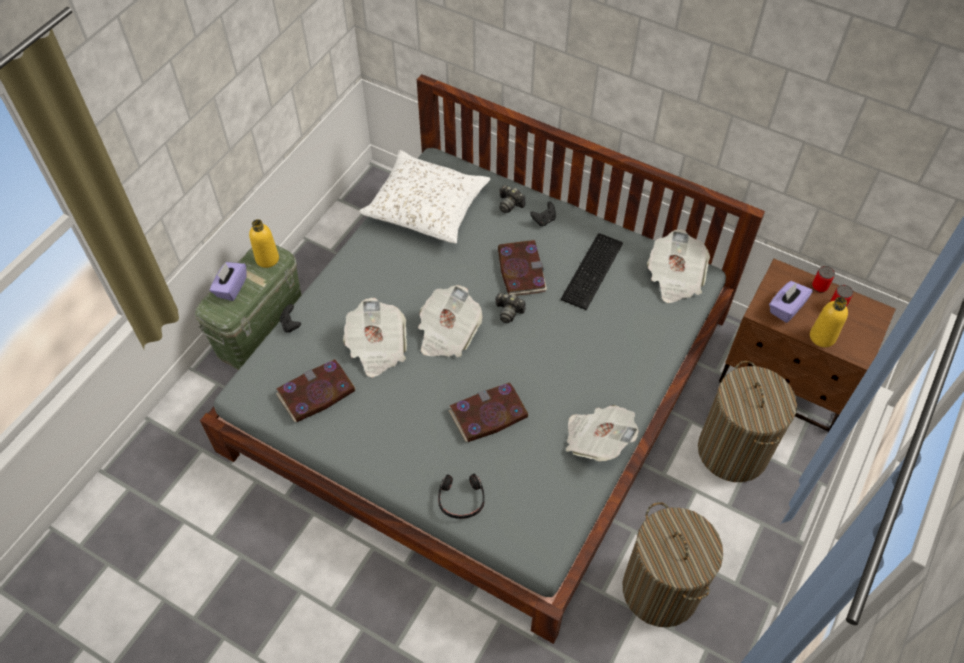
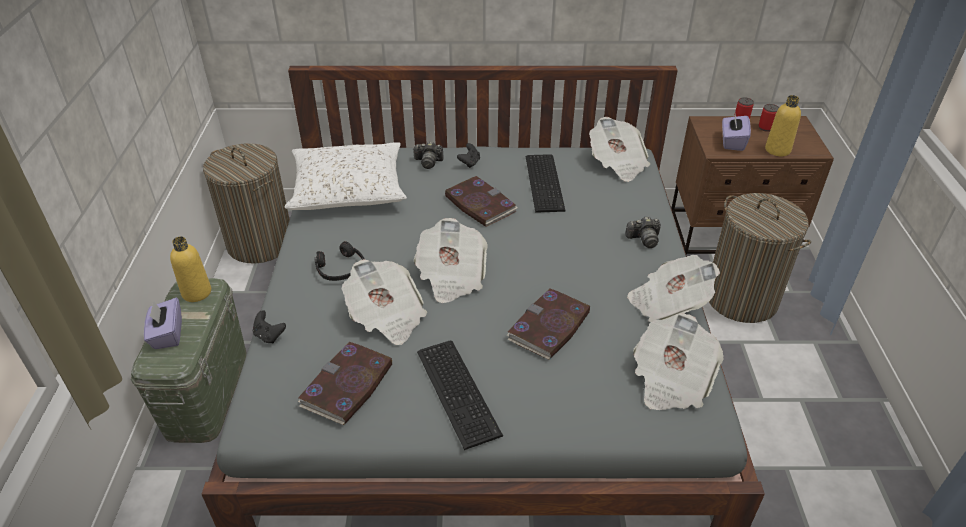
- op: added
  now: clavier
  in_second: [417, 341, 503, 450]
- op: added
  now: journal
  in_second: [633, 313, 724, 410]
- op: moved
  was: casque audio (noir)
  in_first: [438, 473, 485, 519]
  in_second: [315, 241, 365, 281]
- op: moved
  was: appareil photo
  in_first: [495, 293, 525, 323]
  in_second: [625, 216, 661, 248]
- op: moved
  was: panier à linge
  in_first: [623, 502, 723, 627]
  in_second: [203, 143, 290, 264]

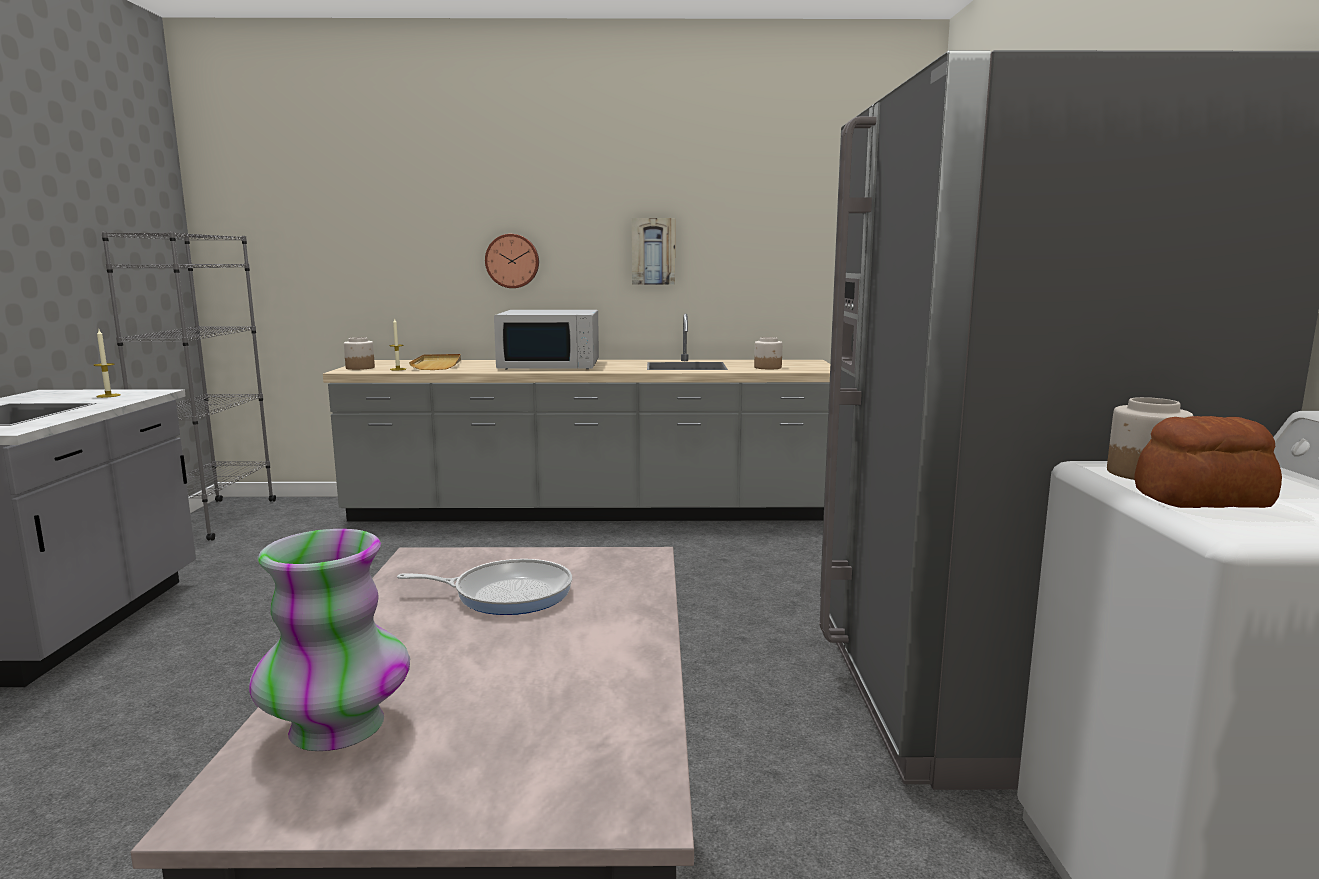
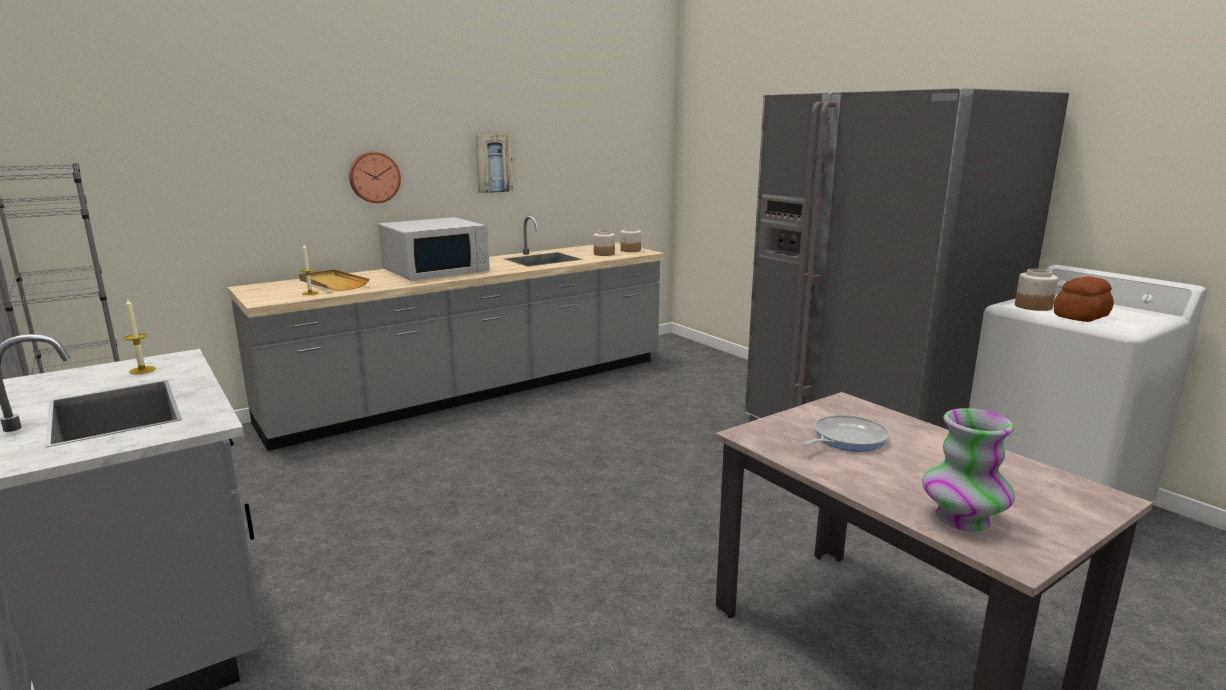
- op: moved
  was: bocal
  in_first: [344, 337, 375, 370]
  in_second: [620, 227, 641, 252]

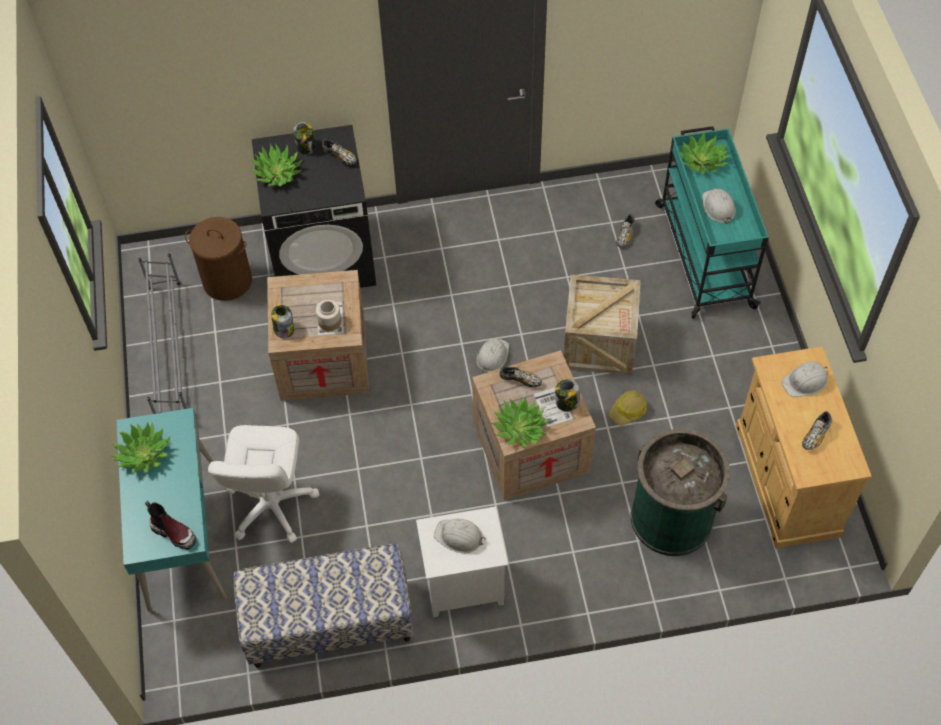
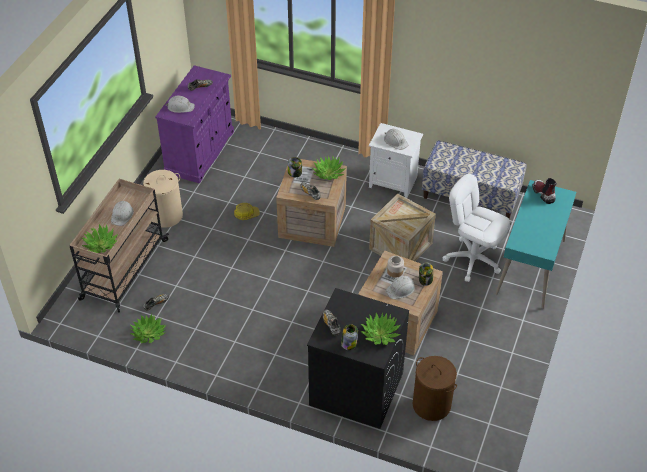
- op: removed
  was: étagère à chaussures (gris)
  in_first: [138, 253, 187, 414]
- op: removed
  was: poubelle (vert)
  in_first: [631, 429, 730, 556]
- op: added
  now: panier à linge (beige)
  in_second: [143, 170, 183, 228]
- op: moved
  was: plante en pot
  in_first: [112, 422, 170, 474]
  in_second: [129, 314, 166, 343]
- op: moved
  was: casque de chantier (blanc)
  in_first: [476, 338, 509, 373]
  in_second: [386, 276, 415, 299]
- op: moved
  was: caisse
  in_first: [564, 275, 641, 375]
  in_second: [369, 194, 436, 261]
- op: recoloured
  was: chariot (turquoise)
  now: chariot (beige)
  in_first: [655, 126, 769, 319]
  in_second: [69, 179, 169, 313]
- op: recoloured
  was: meuble de rangement (beige)
  now: meuble de rangement (violet)
  in_first: [736, 346, 872, 548]
  in_second: [155, 65, 234, 183]
- op: turned
  was: chaise de bureau (blanc)
  in_first: [208, 425, 320, 543]
  in_second: [442, 174, 510, 282]
  clockwise: -90

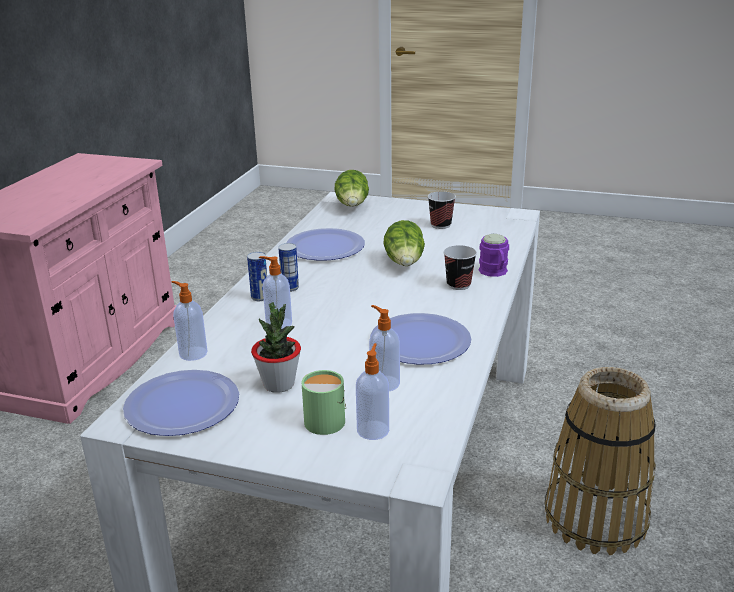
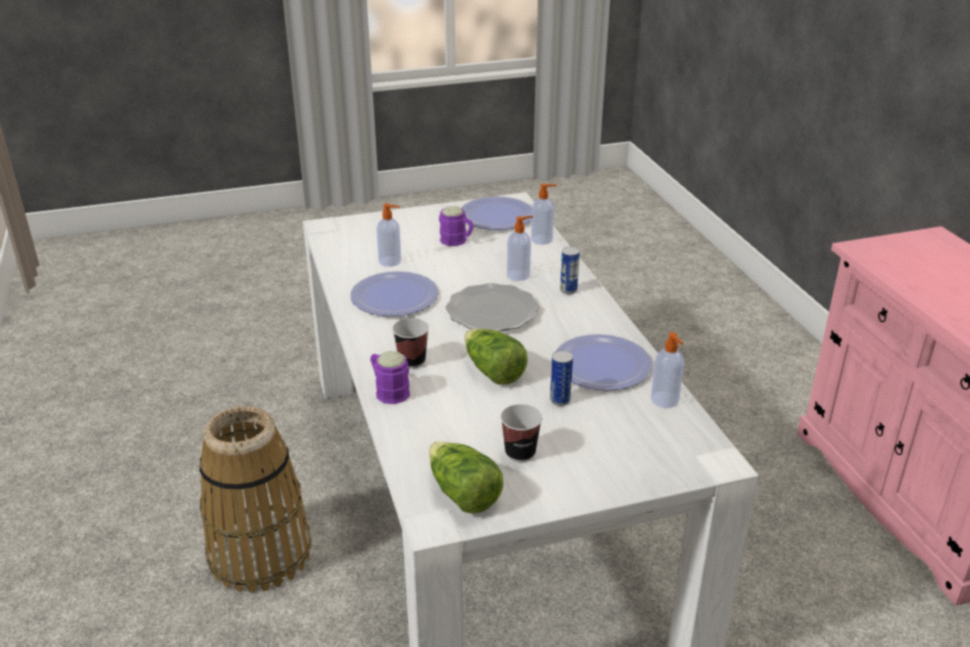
- op: removed
  was: mug (vert)
  in_first: [302, 370, 346, 435]
- op: added
  now: assiette
  in_second: [446, 283, 539, 331]
- op: moved
  was: boîte métallique
  in_first: [278, 243, 299, 292]
  in_second: [550, 350, 573, 406]
- op: moved
  was: laitue
  in_first: [334, 170, 369, 207]
  in_second: [429, 442, 503, 513]
- op: moved
  was: distributeur de savon
  in_first: [356, 343, 389, 440]
  in_second: [651, 332, 684, 408]
- op: replaced
  was: plante en pot
  now: mug (violet)
  in_first: [251, 302, 301, 393]
  in_second: [439, 206, 474, 246]

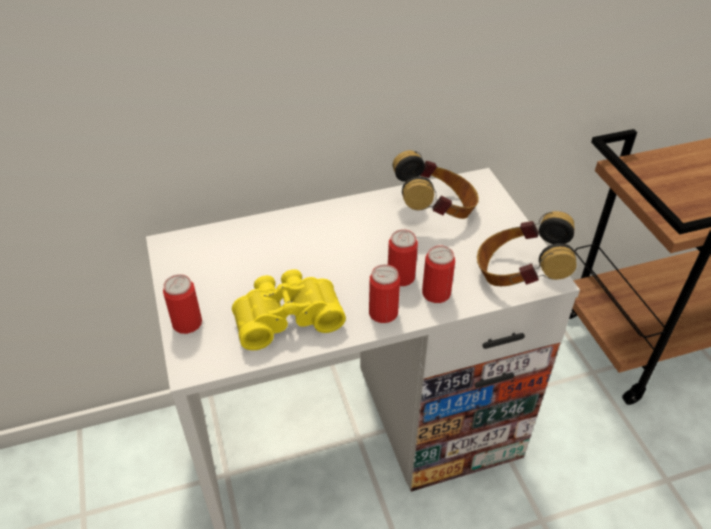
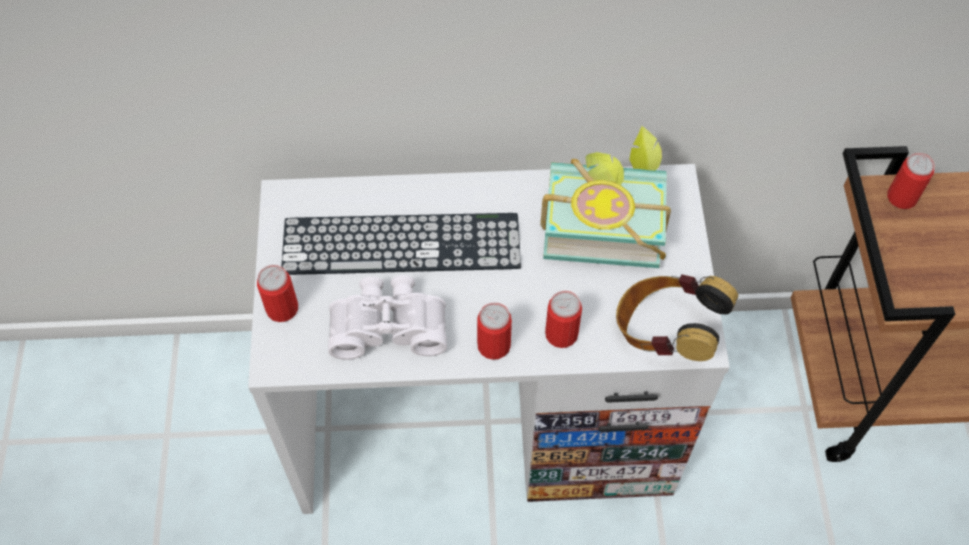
- op: added
  now: clavier
  in_second: [281, 213, 521, 275]
- op: moved
  was: boîte métallique
  in_first: [388, 229, 418, 286]
  in_second: [887, 153, 935, 209]
- op: replaced
  was: casque audio
  now: livre
  in_first: [393, 150, 479, 219]
  in_second: [540, 126, 671, 268]
- op: recoloured
  was: jumelles (jaune)
  now: jumelles (blanc)
  in_first: [232, 269, 346, 350]
  in_second: [328, 275, 447, 360]

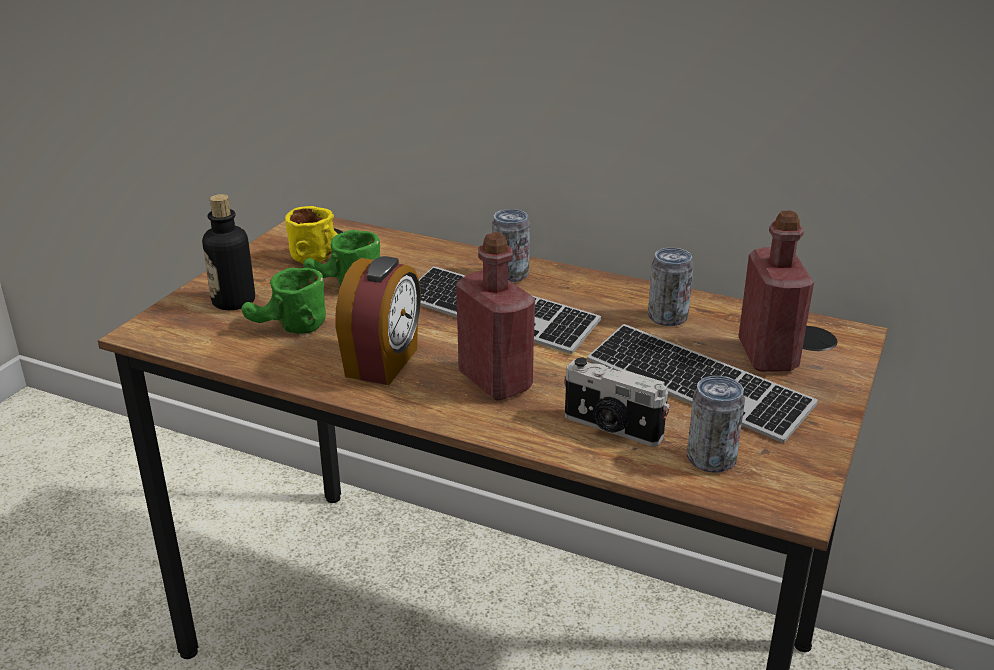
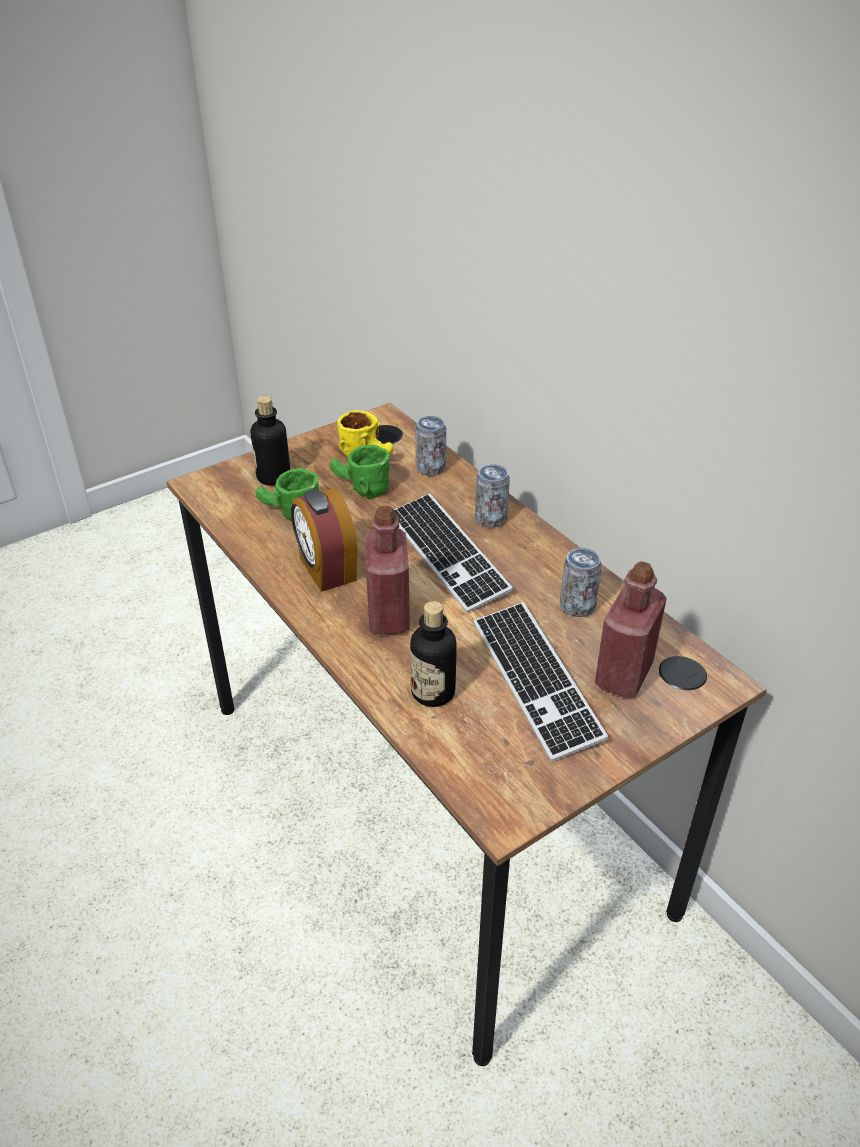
- op: moved
  was: boîte métallique
  in_first: [687, 376, 745, 473]
  in_second: [415, 416, 446, 476]
- op: replaced
  was: appareil photo
  now: bouteille
  in_first: [564, 357, 670, 446]
  in_second: [410, 601, 457, 707]
- op: turned
  was: réveil
  in_first: [335, 256, 421, 385]
  in_second: [291, 488, 358, 592]
  clockwise: 105

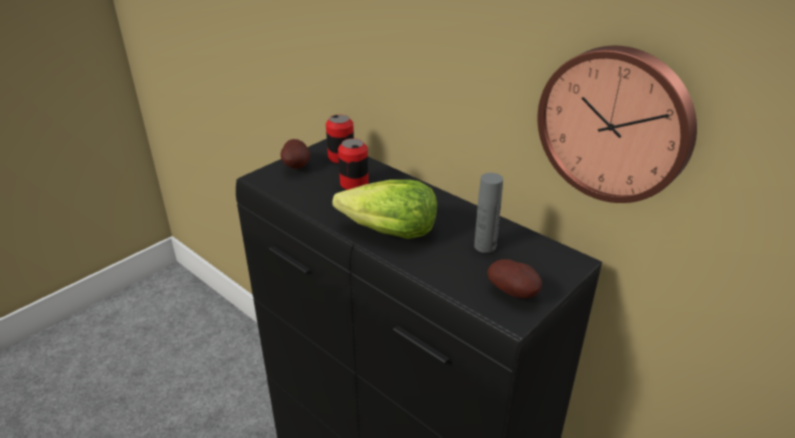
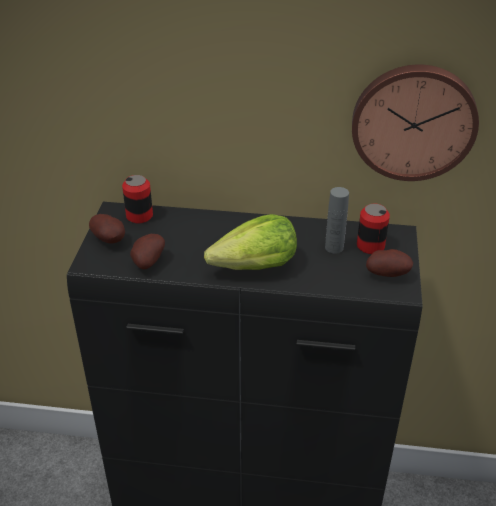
- op: added
  now: pomme de terre
  in_second: [130, 234, 165, 269]
- op: moved
  was: boîte métallique
  in_first: [338, 138, 369, 190]
  in_second: [357, 204, 390, 254]

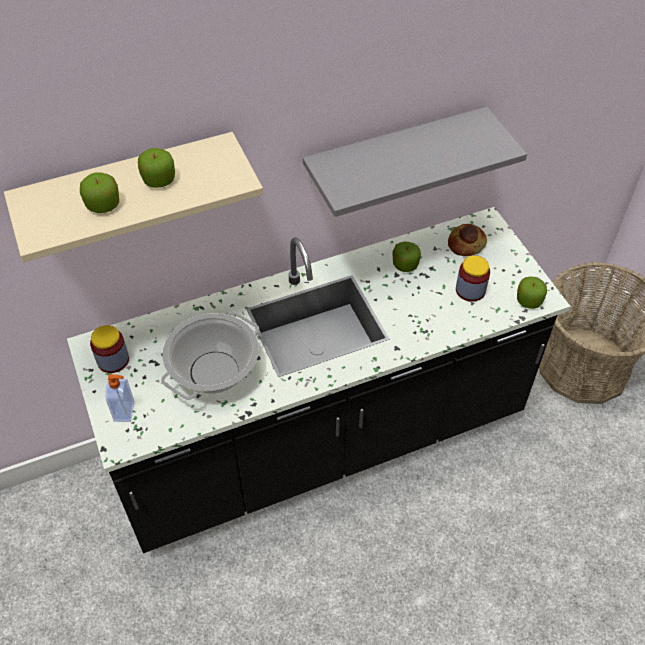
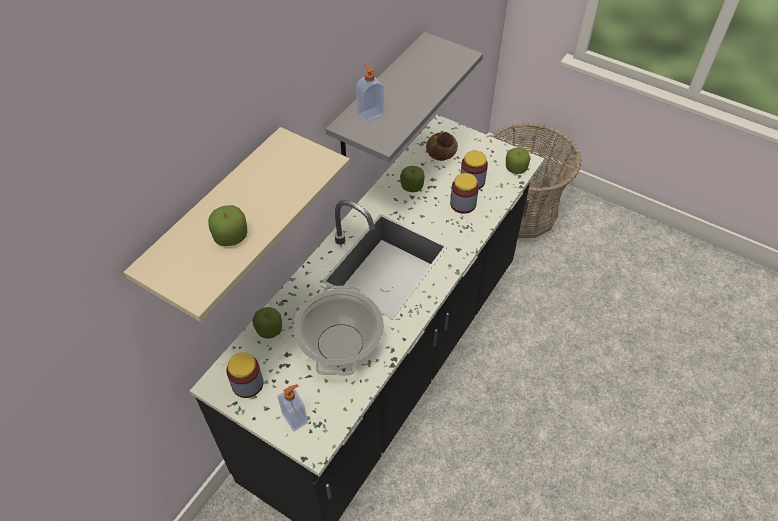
- op: added
  now: distributeur de savon
  in_second: [356, 64, 384, 122]
- op: added
  now: bocal
  in_second: [450, 173, 479, 214]
- op: moved
  was: pomme
  in_first: [138, 148, 175, 188]
  in_second: [252, 307, 282, 339]

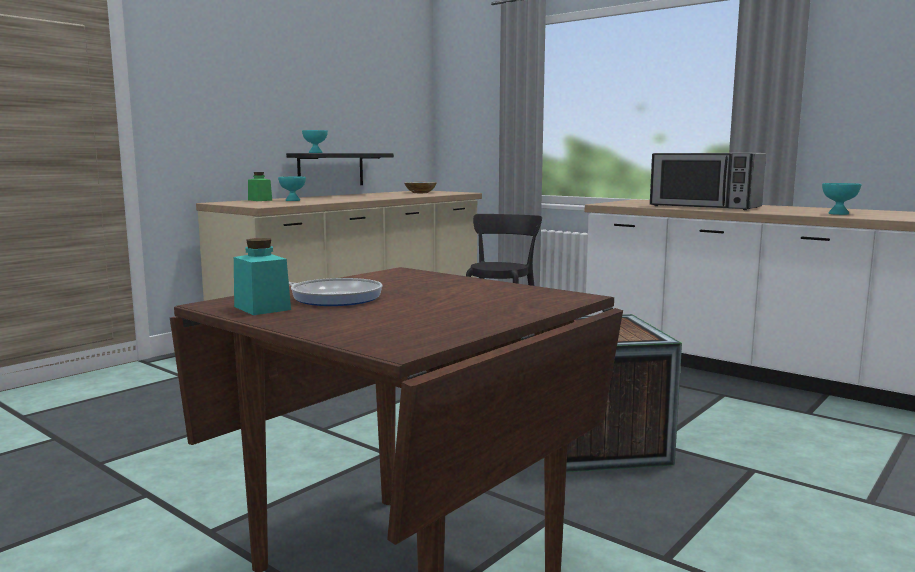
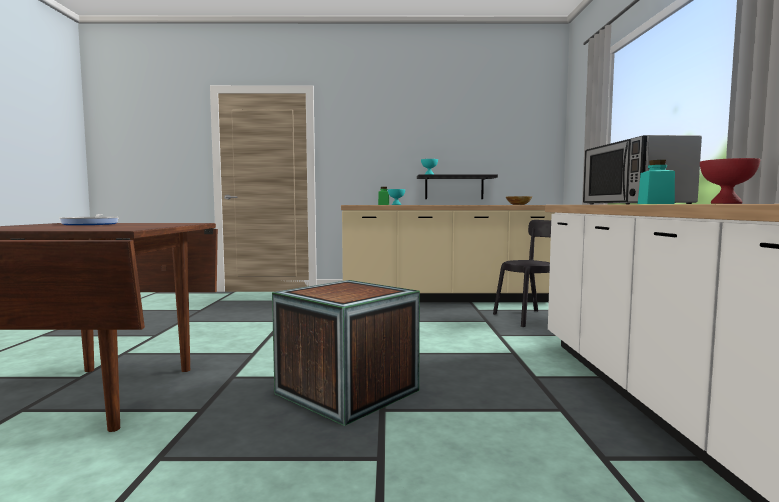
- op: moved
  was: bocal (turquoise)
  in_first: [234, 238, 291, 315]
  in_second: [638, 160, 675, 204]
- op: recoloured
  was: bol (turquoise)
  now: bol (rouge)
  in_first: [822, 183, 861, 215]
  in_second: [700, 158, 760, 204]

